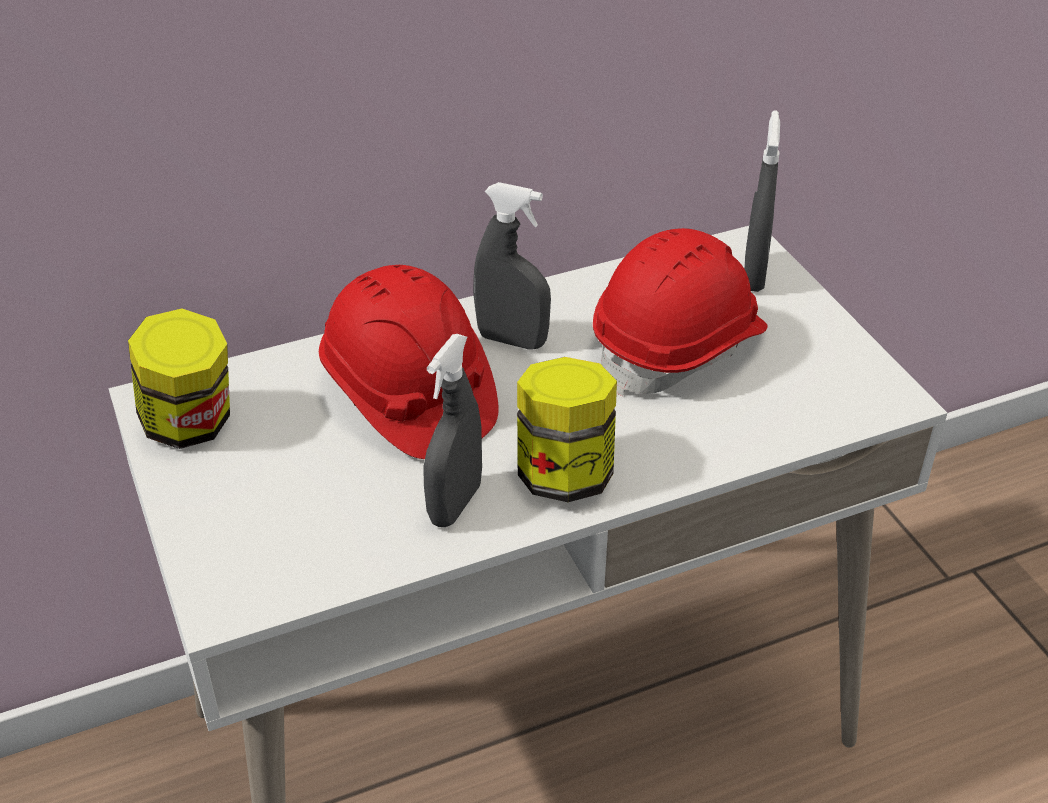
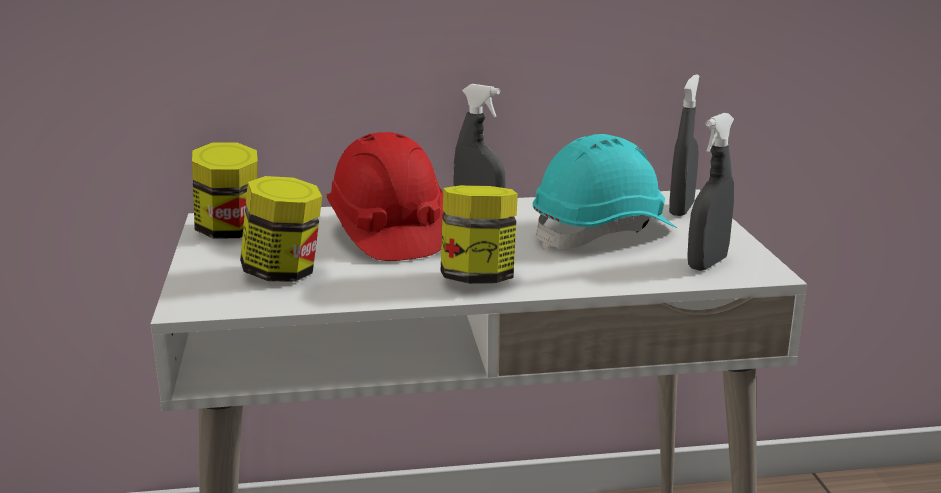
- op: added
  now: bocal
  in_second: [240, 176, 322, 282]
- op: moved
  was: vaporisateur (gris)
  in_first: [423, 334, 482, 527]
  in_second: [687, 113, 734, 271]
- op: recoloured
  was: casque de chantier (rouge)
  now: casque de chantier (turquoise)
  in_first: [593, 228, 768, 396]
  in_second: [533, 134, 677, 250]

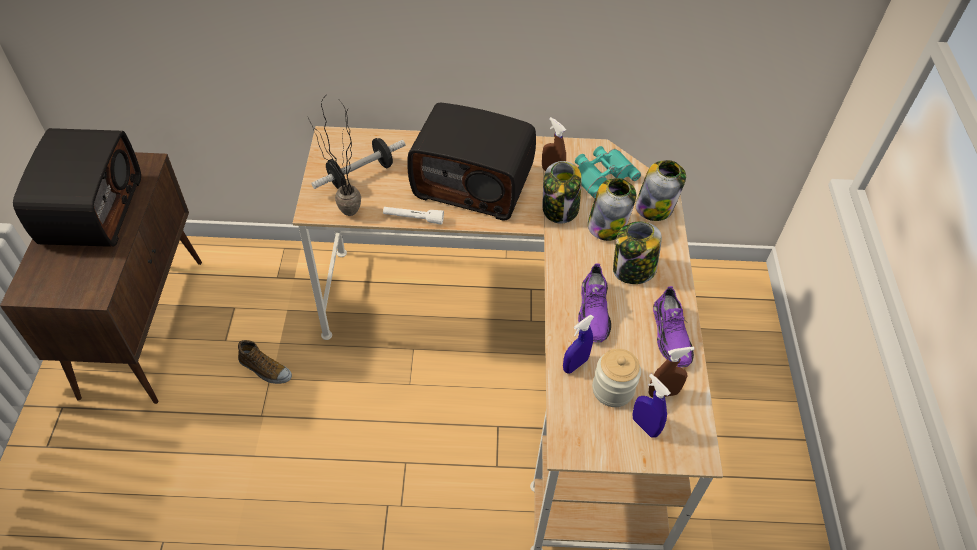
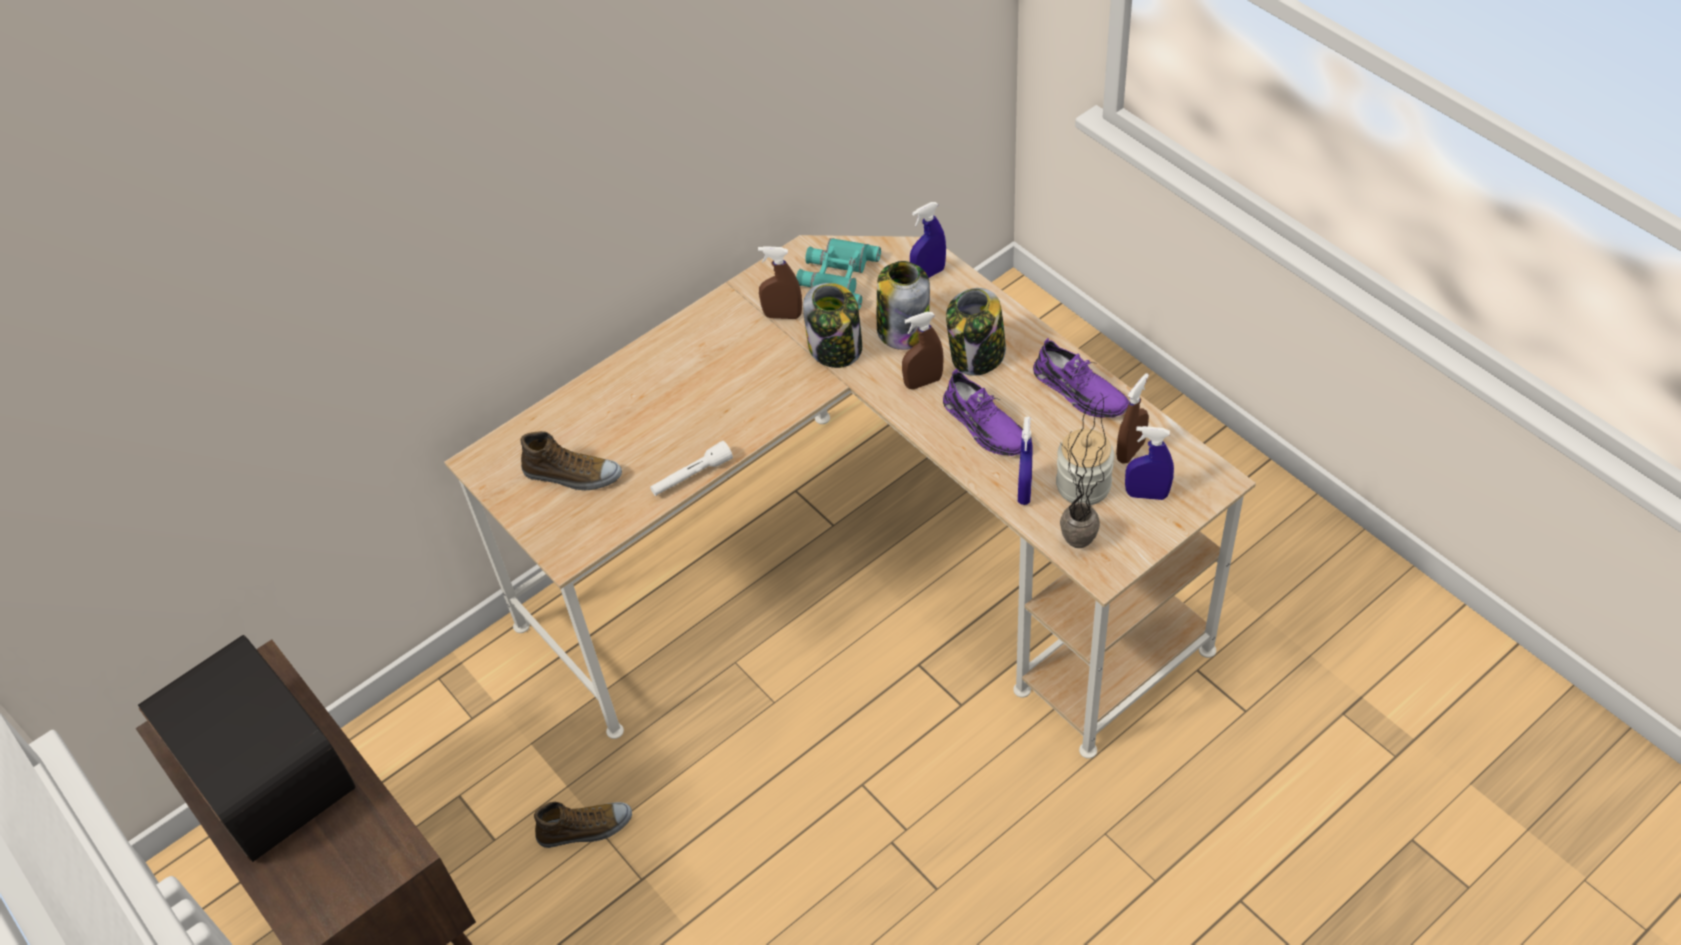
- op: removed
  was: radio
  in_first: [407, 103, 536, 221]
- op: added
  now: vaporisateur (marron)
  in_second: [902, 312, 944, 389]
- op: moved
  was: plante en pot
  in_first: [308, 98, 361, 216]
  in_second: [1060, 395, 1108, 548]
- op: replaced
  was: haltère
  now: chaussure
  in_first: [311, 138, 405, 189]
  in_second: [521, 431, 622, 490]
- op: replaced
  was: bocal
  now: vaporisateur (bleu)
  in_first: [635, 160, 686, 221]
  in_second: [910, 202, 946, 278]

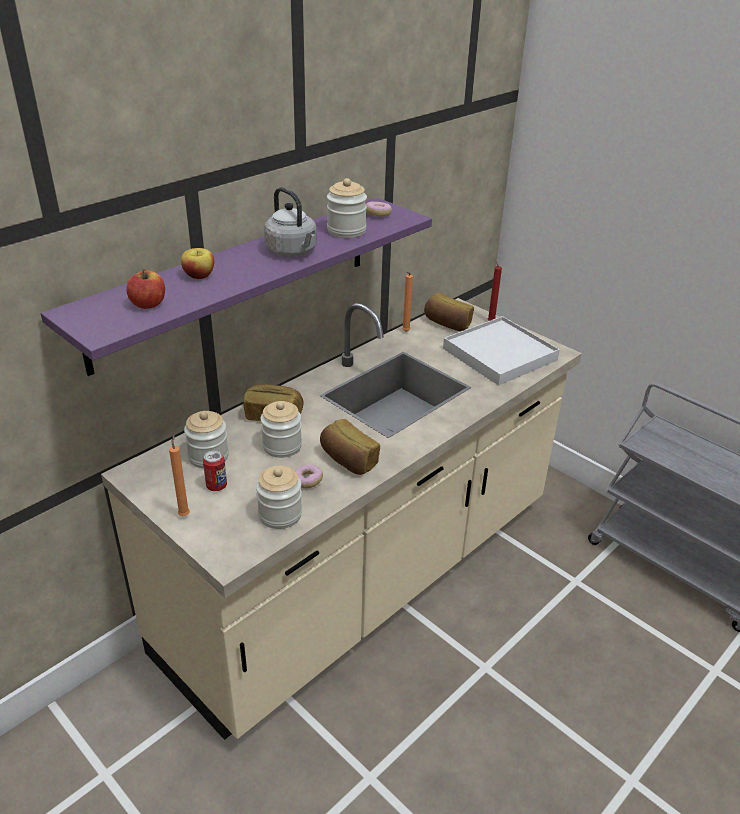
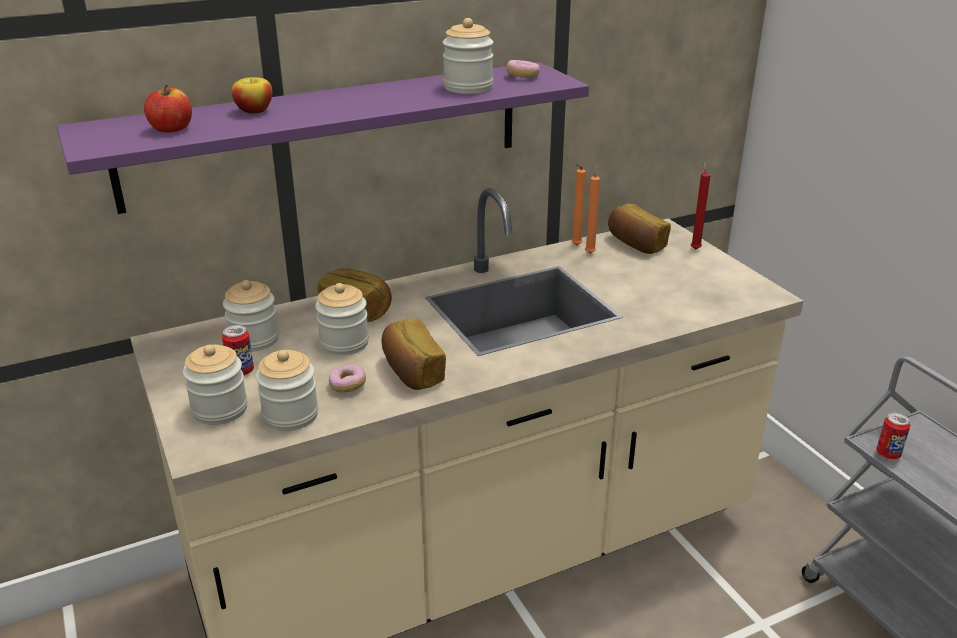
- op: removed
  was: bouilloire (gris)
  in_first: [264, 187, 317, 257]
- op: removed
  was: plateau (blanc)
  in_first: [443, 316, 560, 385]
- op: added
  now: bocal
  in_second: [183, 345, 248, 425]
- op: added
  now: boîte métallique
  in_second: [876, 413, 910, 459]
- op: moved
  was: bougie (orange)
  in_first: [169, 435, 190, 516]
  in_second: [585, 166, 600, 254]

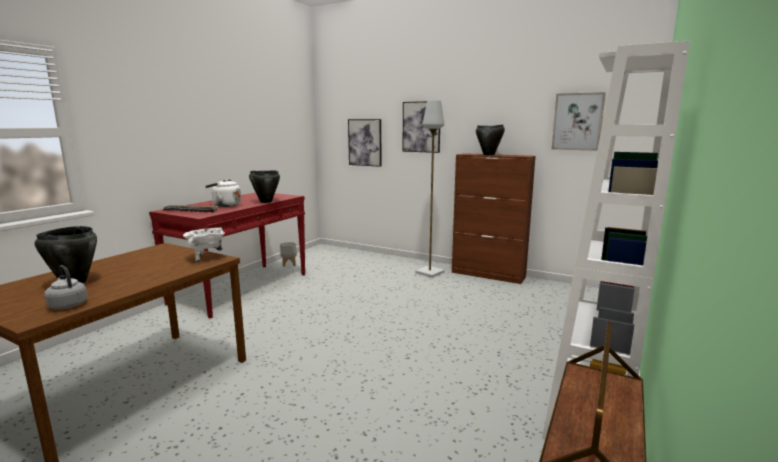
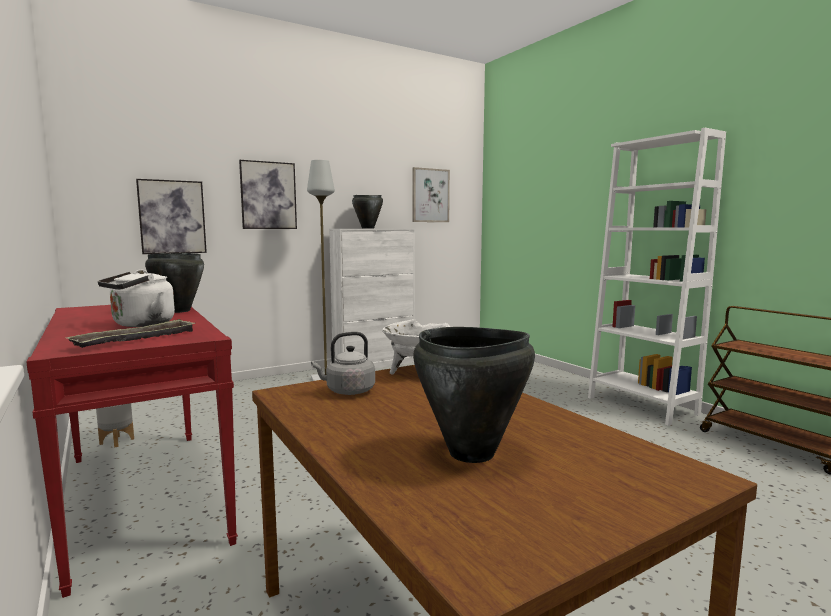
- op: moved
  was: bouilloire (gris)
  in_first: [44, 265, 88, 309]
  in_second: [311, 332, 375, 395]
- op: recoloured
  was: meuble de rangement (marron)
  now: meuble de rangement (blanc)
  in_first: [452, 153, 536, 284]
  in_second: [329, 229, 415, 369]

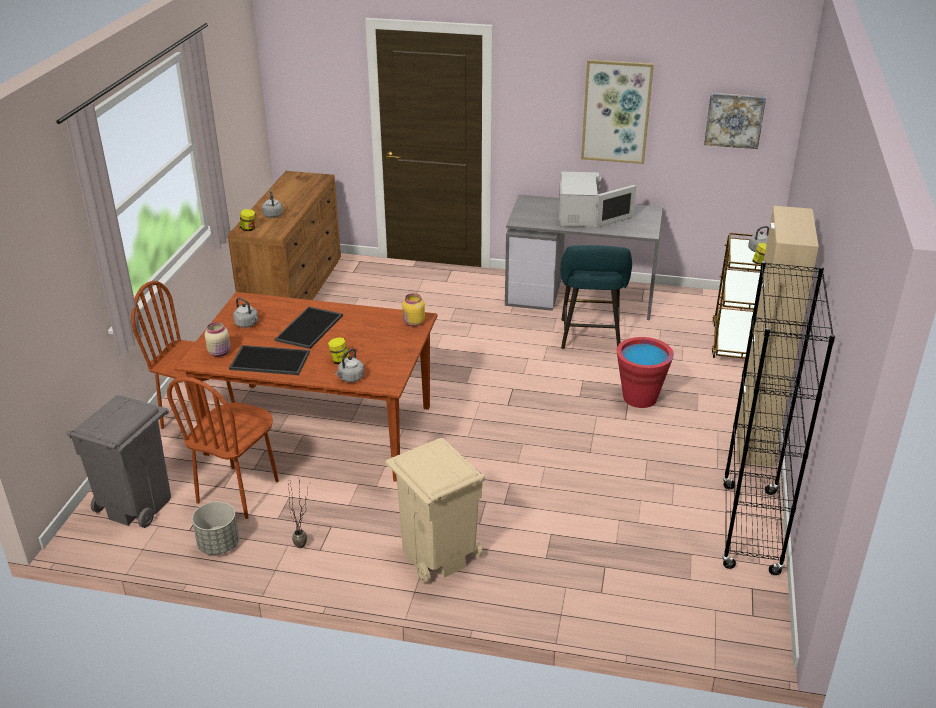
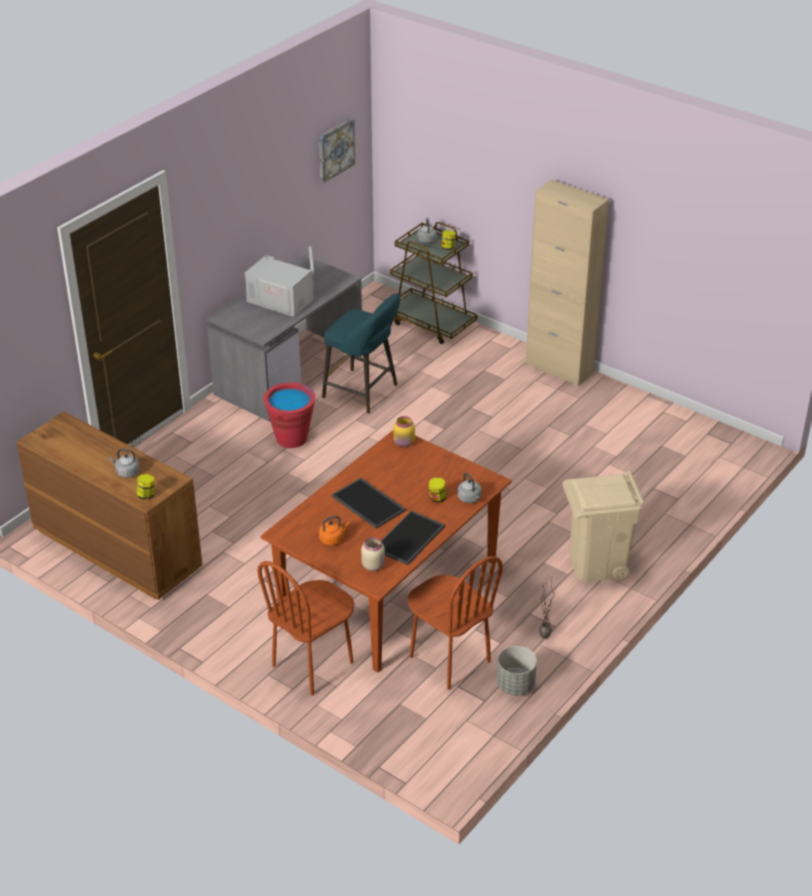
- op: removed
  was: poubelle (gris)
  in_first: [67, 395, 171, 528]
- op: removed
  was: tableau
  in_first: [581, 60, 654, 164]
- op: removed
  was: bibliothèque (noir)
  in_first: [722, 261, 835, 575]
- op: moved
  was: seau (rouge)
  in_first: [617, 337, 674, 408]
  in_second: [263, 382, 315, 448]
- op: recoloured
  was: bouilloire (gris)
  now: bouilloire (orange)
  in_first: [233, 297, 258, 328]
  in_second: [319, 516, 350, 545]

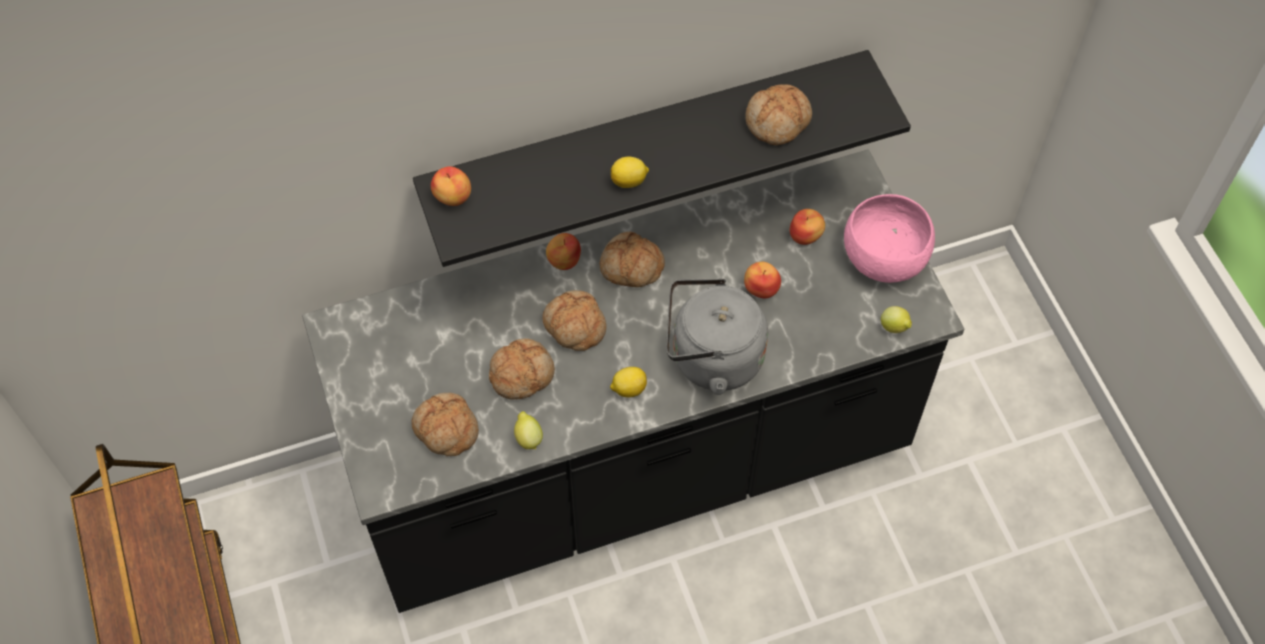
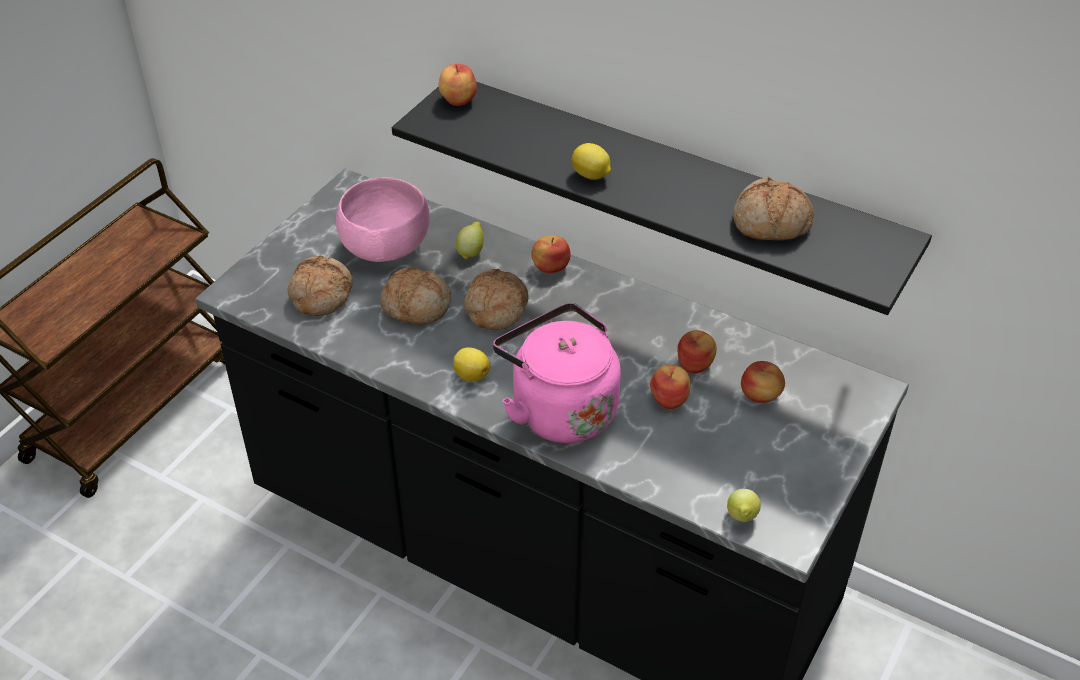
- op: removed
  was: pain
  in_first: [599, 232, 665, 287]
- op: added
  now: pomme
  in_second: [677, 330, 717, 373]
- op: moved
  was: citron
  in_first: [514, 411, 543, 449]
  in_second: [456, 222, 484, 260]
- op: moved
  was: bol (rose)
  in_first: [844, 194, 935, 283]
  in_second: [336, 177, 430, 262]
- op: recoloured
  was: bouilloire (gris)
  now: bouilloire (rose)
  in_first: [666, 278, 768, 395]
  in_second: [493, 303, 621, 443]

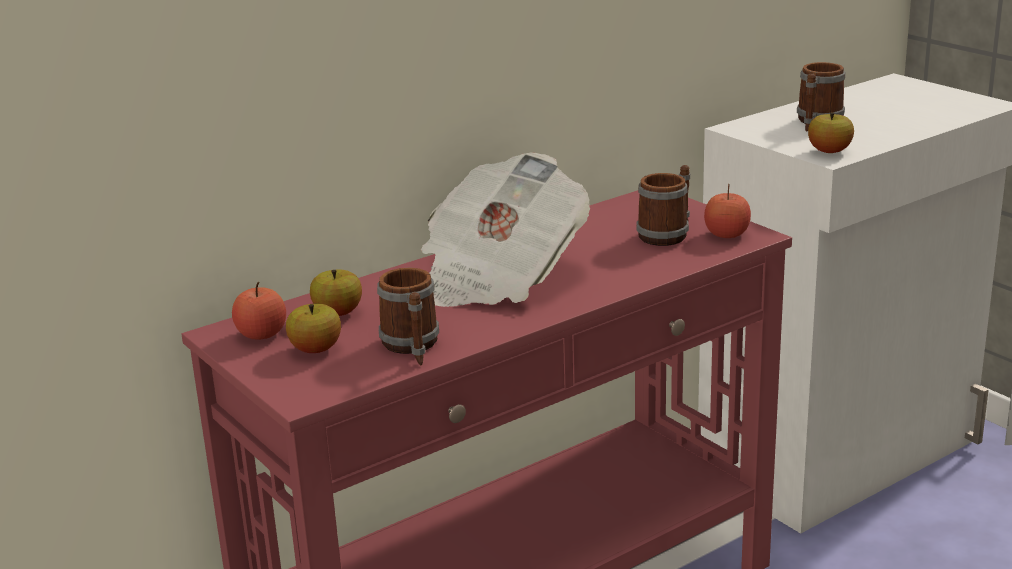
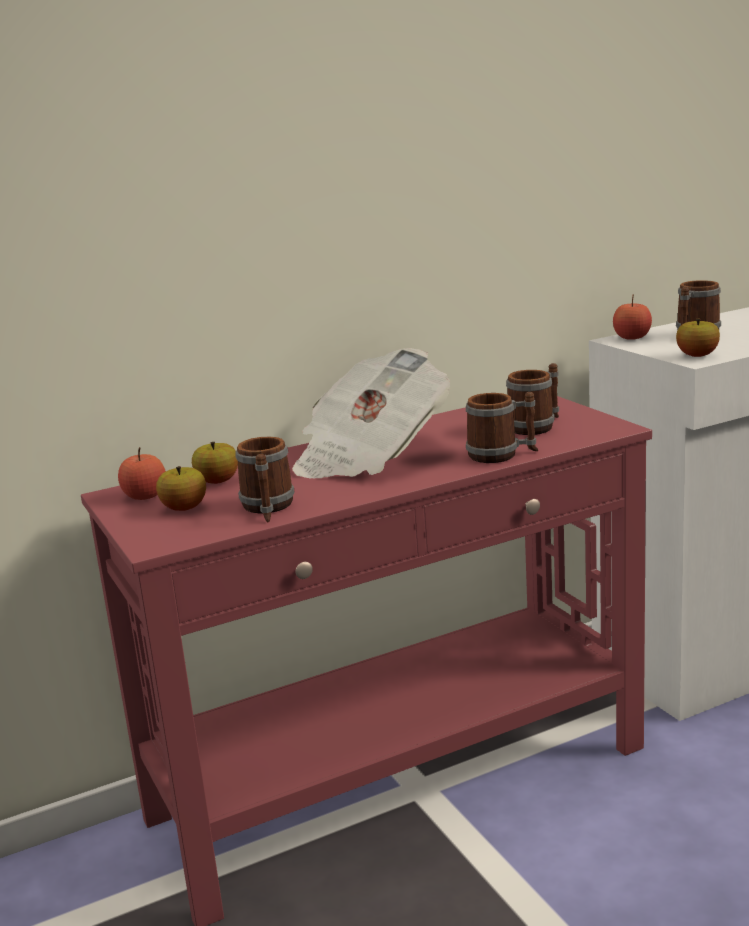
- op: added
  now: mug
  in_second: [466, 392, 538, 463]
- op: moved
  was: pomme
  in_first: [704, 184, 751, 238]
  in_second: [613, 294, 652, 340]

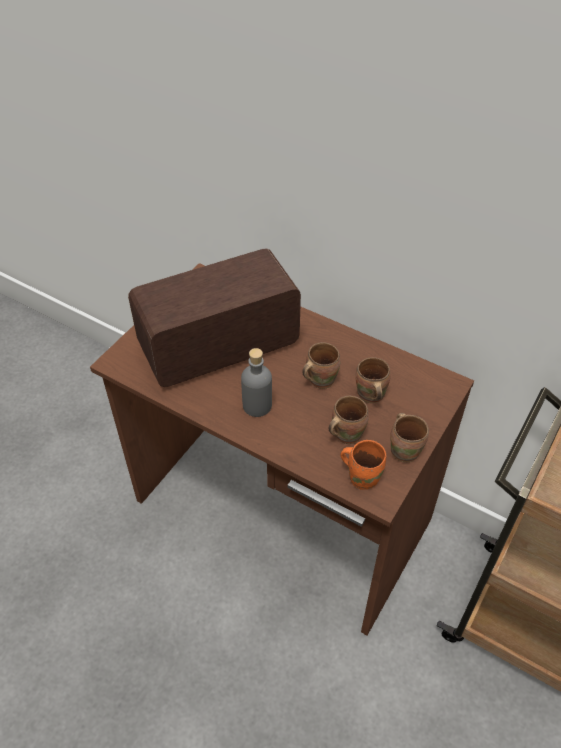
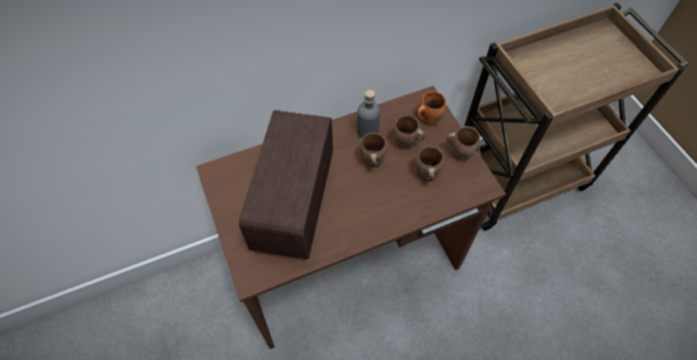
- op: moved
  was: bouteille (gris)
  in_first: [241, 348, 272, 417]
  in_second: [357, 90, 380, 138]
- op: moved
  was: mug (orange)
  in_first: [341, 440, 386, 490]
  in_second: [416, 91, 446, 126]

